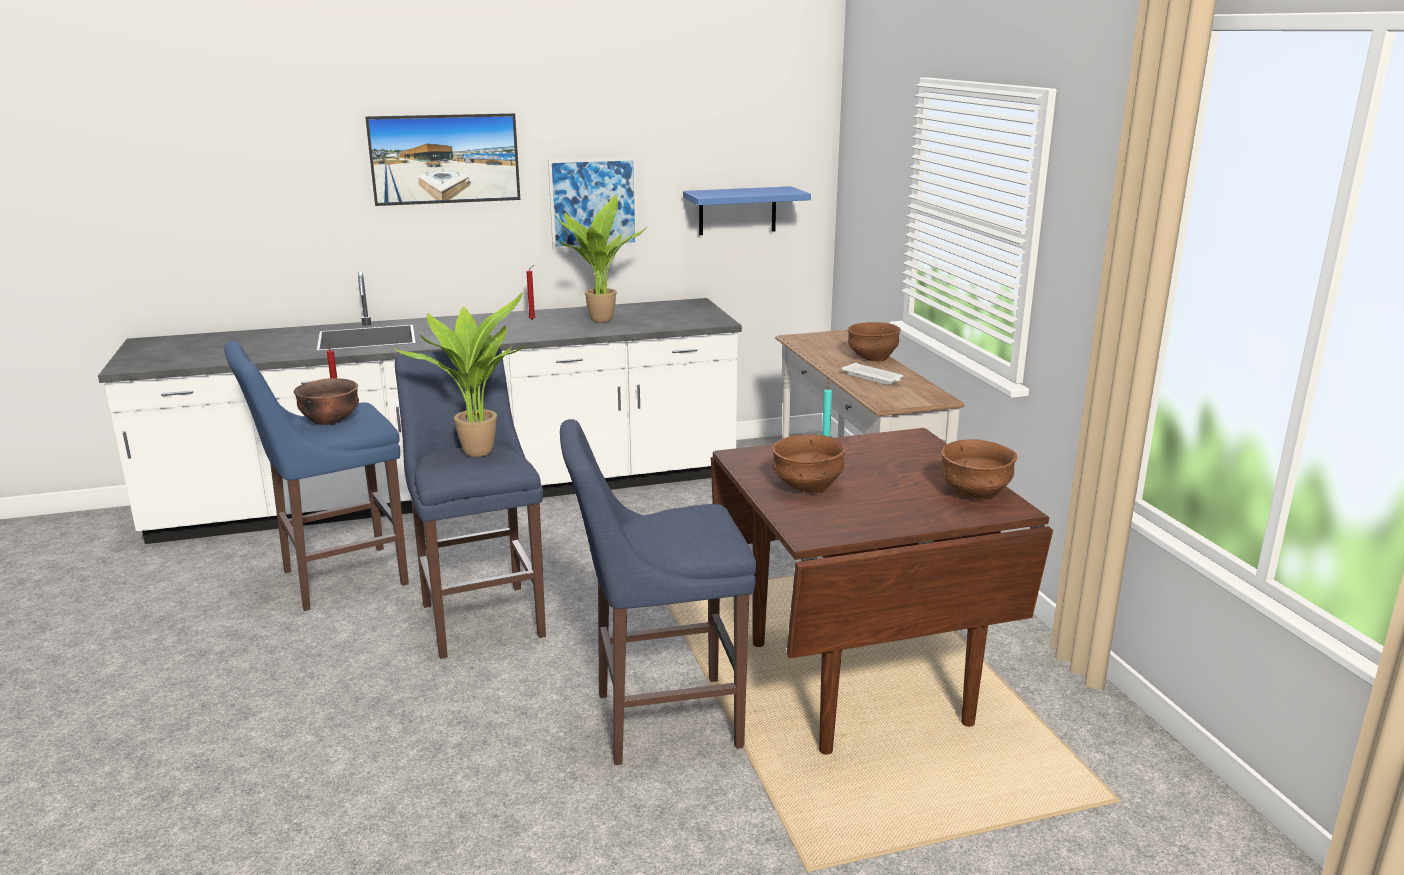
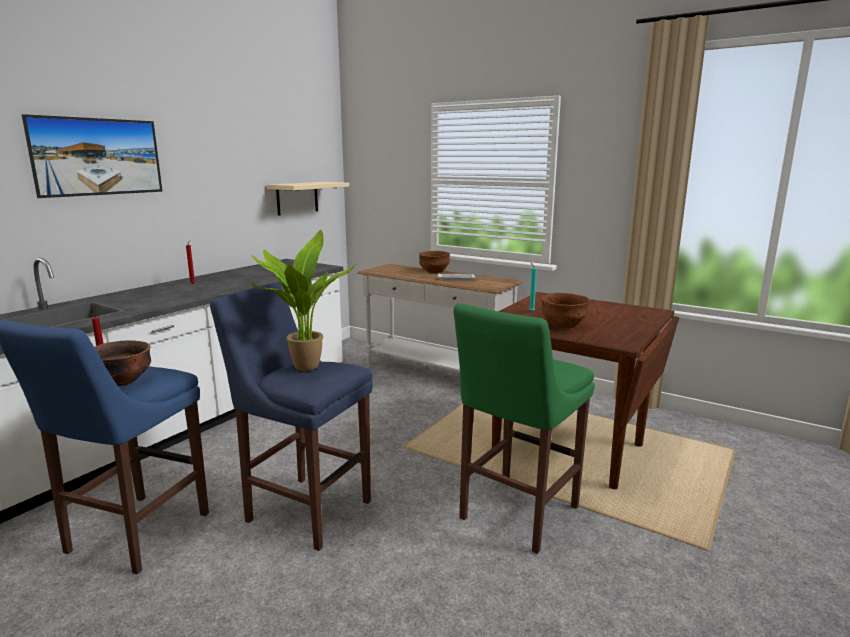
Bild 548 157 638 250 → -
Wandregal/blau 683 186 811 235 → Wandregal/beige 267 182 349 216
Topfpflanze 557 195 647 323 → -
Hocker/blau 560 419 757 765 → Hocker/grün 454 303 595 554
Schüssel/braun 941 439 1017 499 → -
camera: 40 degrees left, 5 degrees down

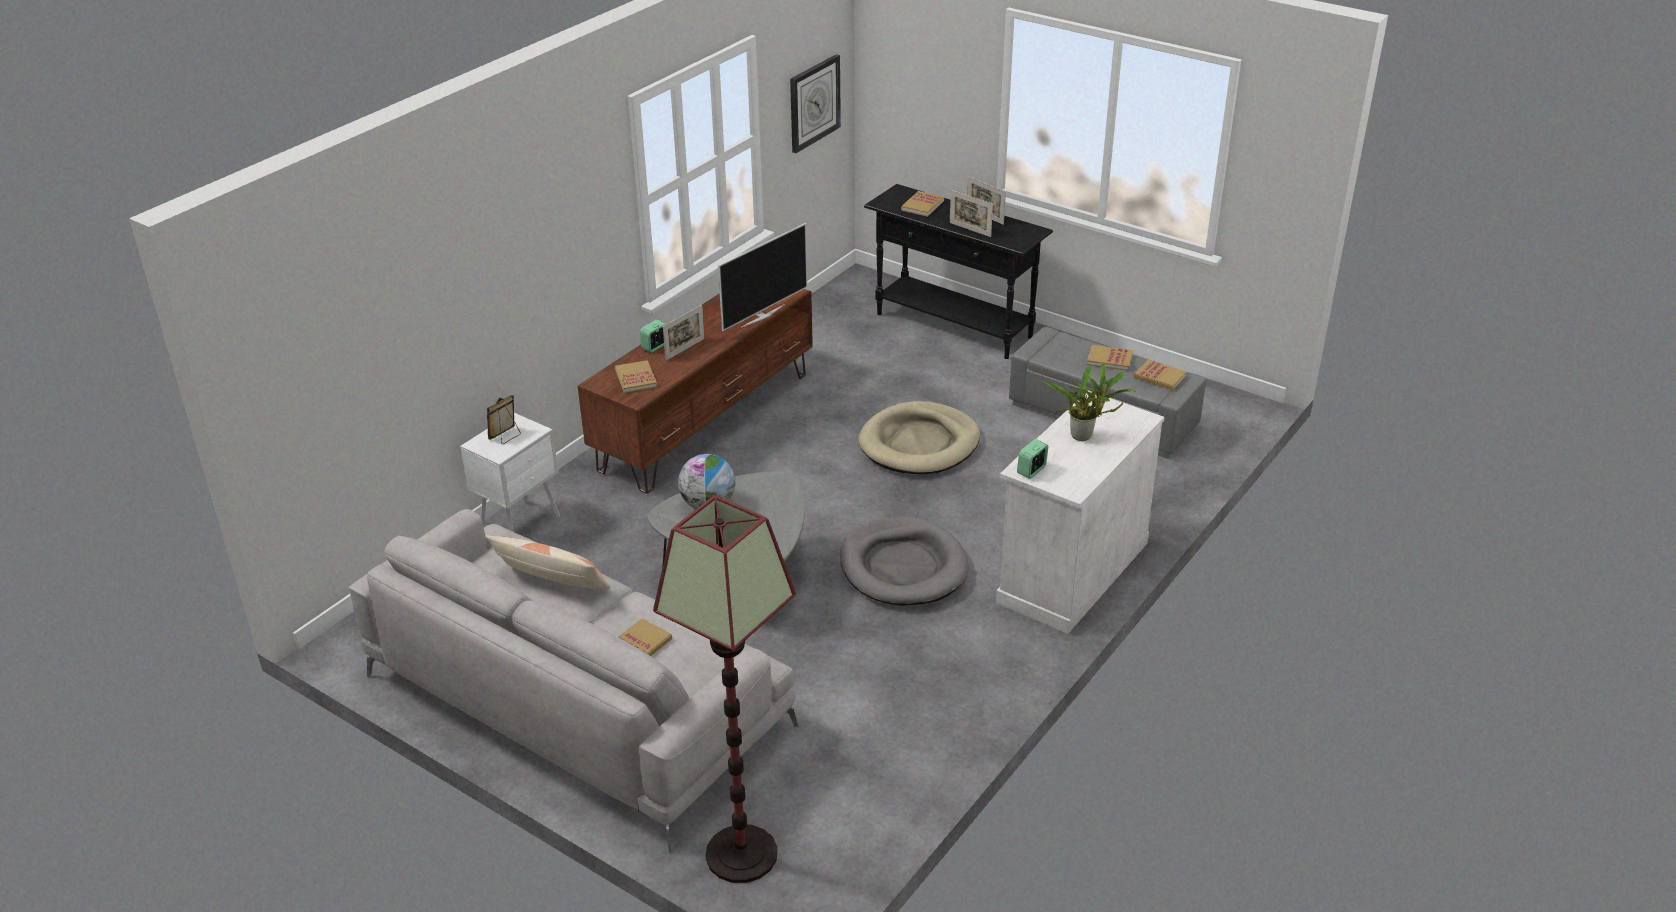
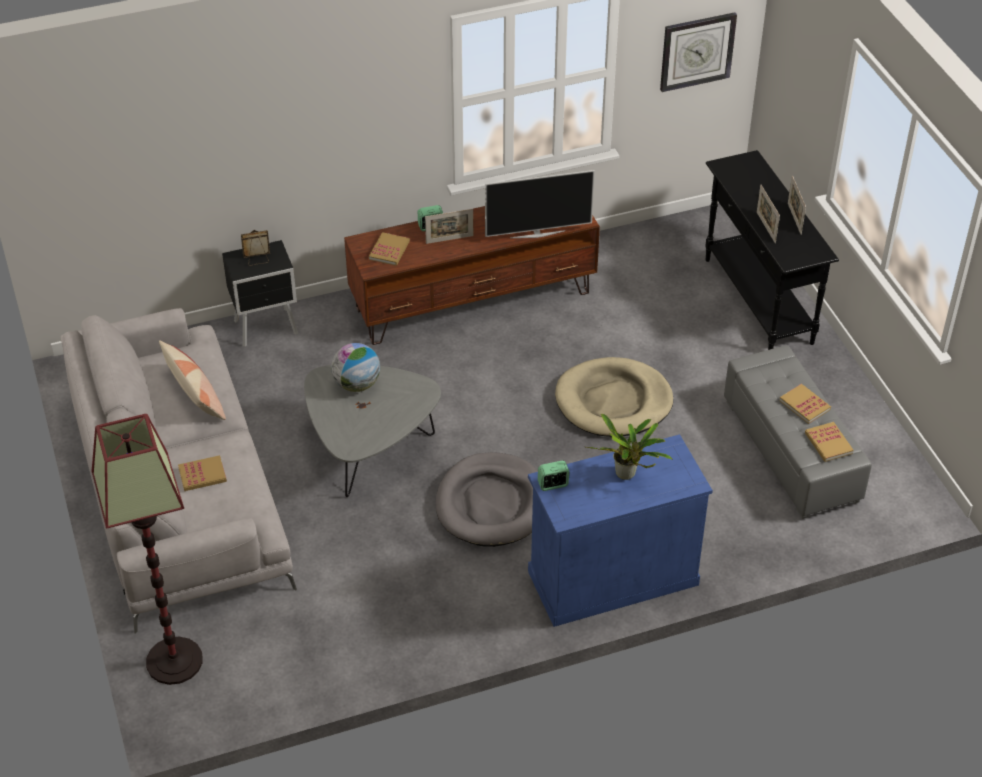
Buch 901 191 944 217 → -
Schrank/weiß 996 391 1164 634 → Schrank/blau 528 434 713 627
Nachttisch/weiß 460 413 560 532 → Nachttisch/schwarz 222 240 298 347
camera: 35 degrees right, 10 degrees up

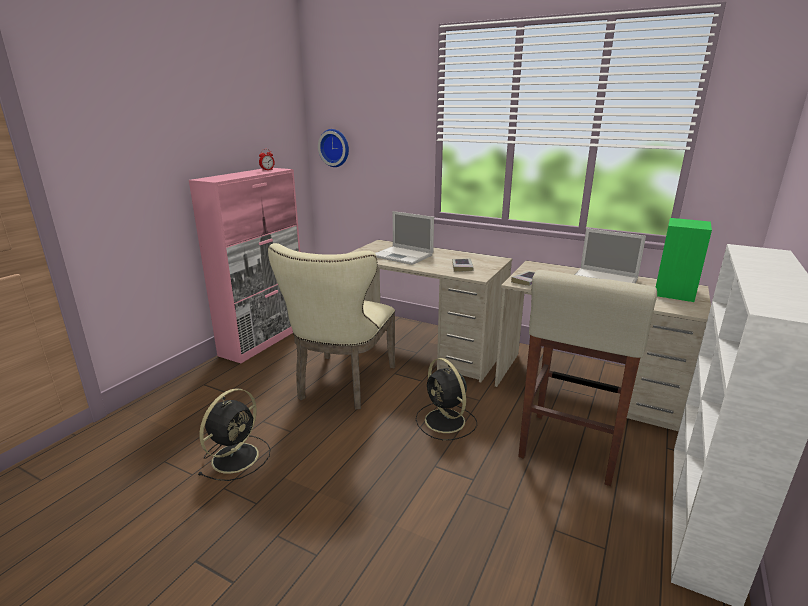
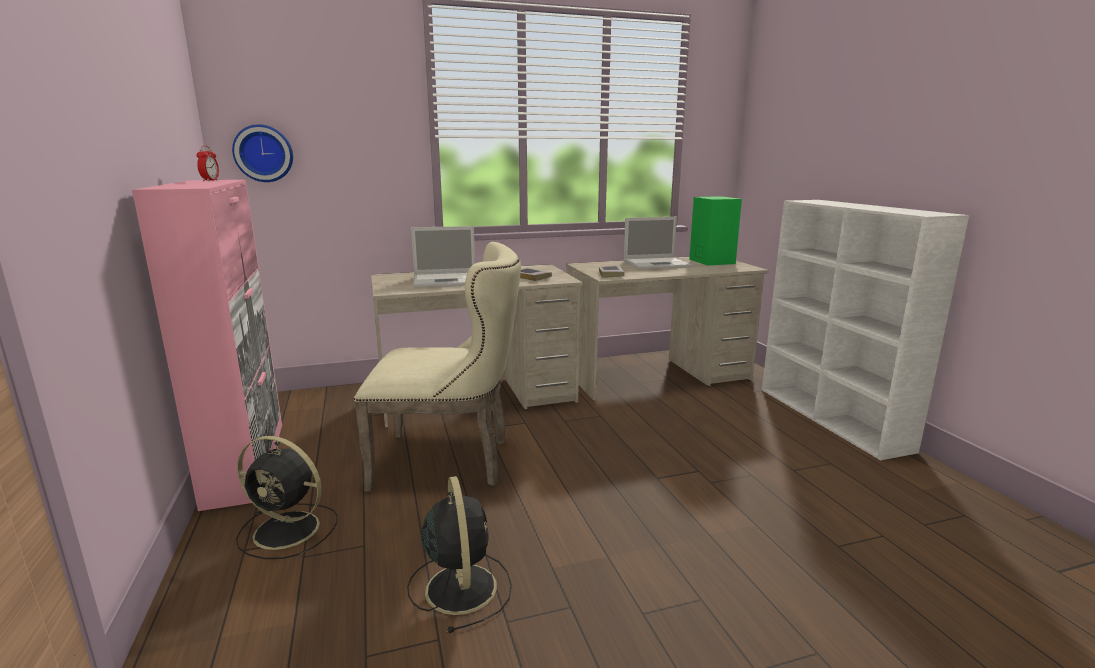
Stuhl/beige 268 243 395 410 → Stuhl/beige 354 242 521 492, 60 degrees counterclockwise
Hocker/beige 518 270 657 486 → -
Ventilator/schwarz 416 358 477 440 → Ventilator/schwarz 236 436 338 559, relocated
camera: 45 degrees left, 5 degrees down

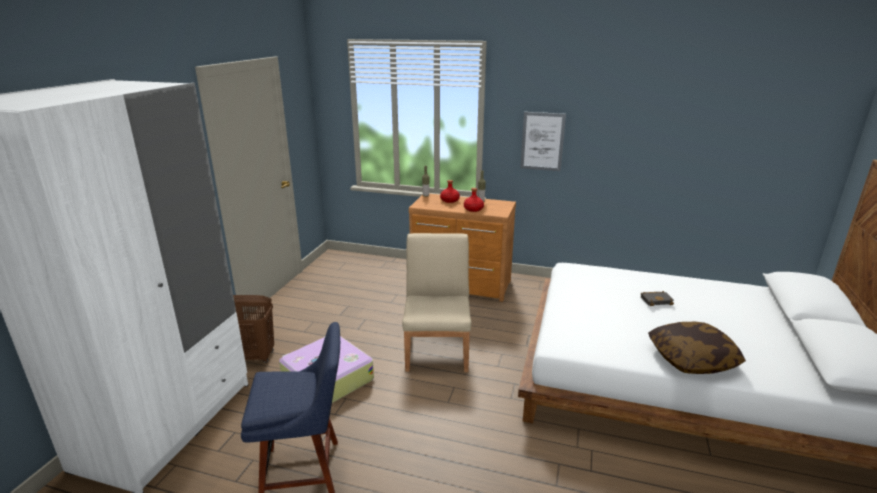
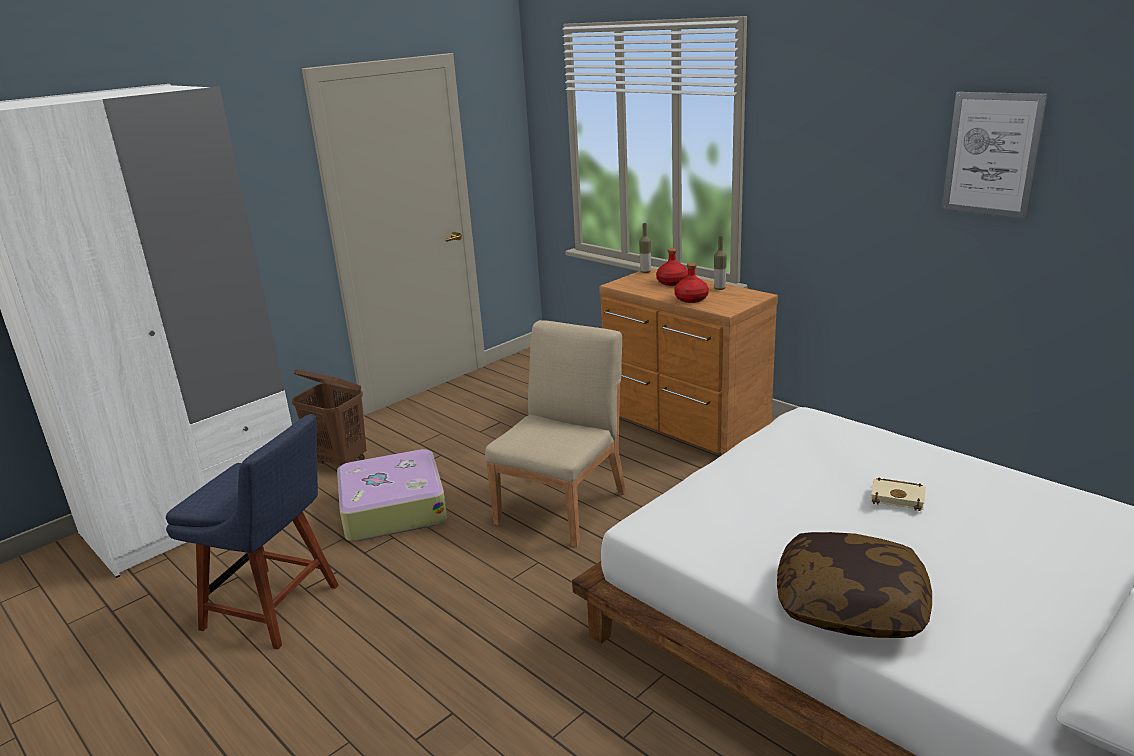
Bild 520 112 566 171 → Bild 942 92 1048 219, relocated
Buch/schwarz 641 291 674 306 → Buch/beige 870 477 926 511
camera: 30 degrees right, 0 degrees up

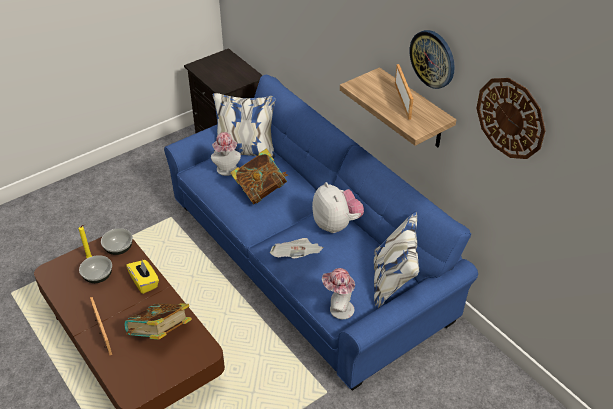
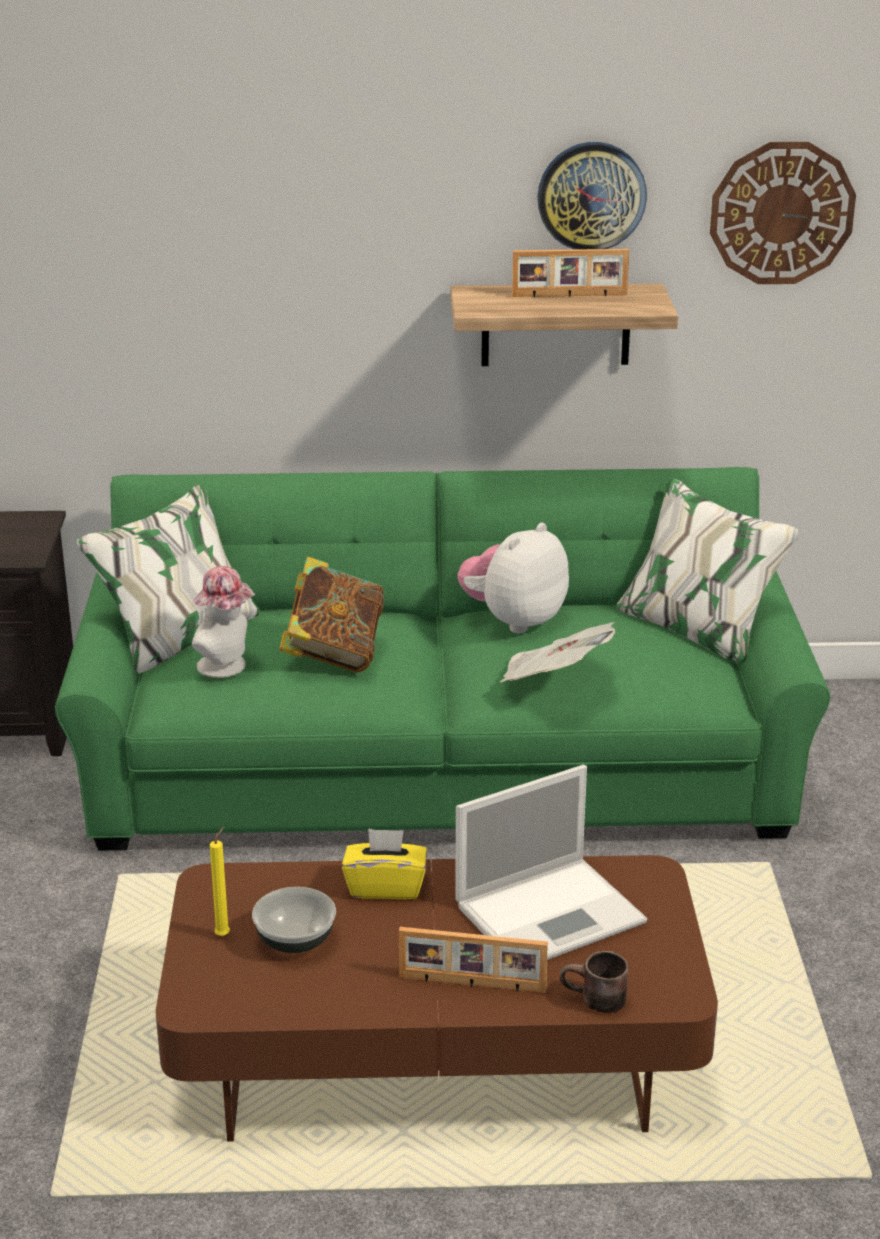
Bilderrahmen 395 64 413 120 → Bilderrahmen 512 249 629 297, 150 degrees clockwise
Sofa/blau 164 75 478 391 → Sofa/grün 55 467 830 851
Plüschtier 312 182 364 233 → Plüschtier 457 523 569 633, 60 degrees counterclockwise
Schüssel 101 228 133 255 → -
Hut 322 268 355 319 → -
Buch 125 303 192 340 → Laptop 455 765 647 960
- → Henkelbecher/braun 560 951 628 1013
camera: 55 degrees left, 15 degrees down

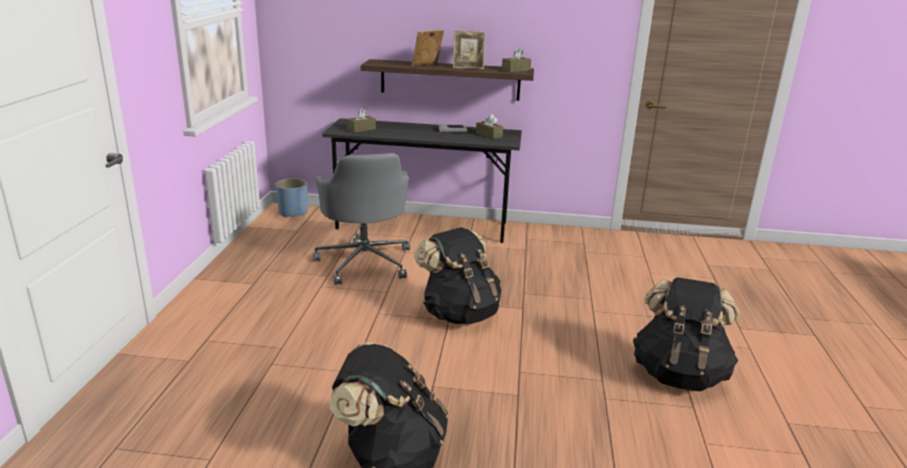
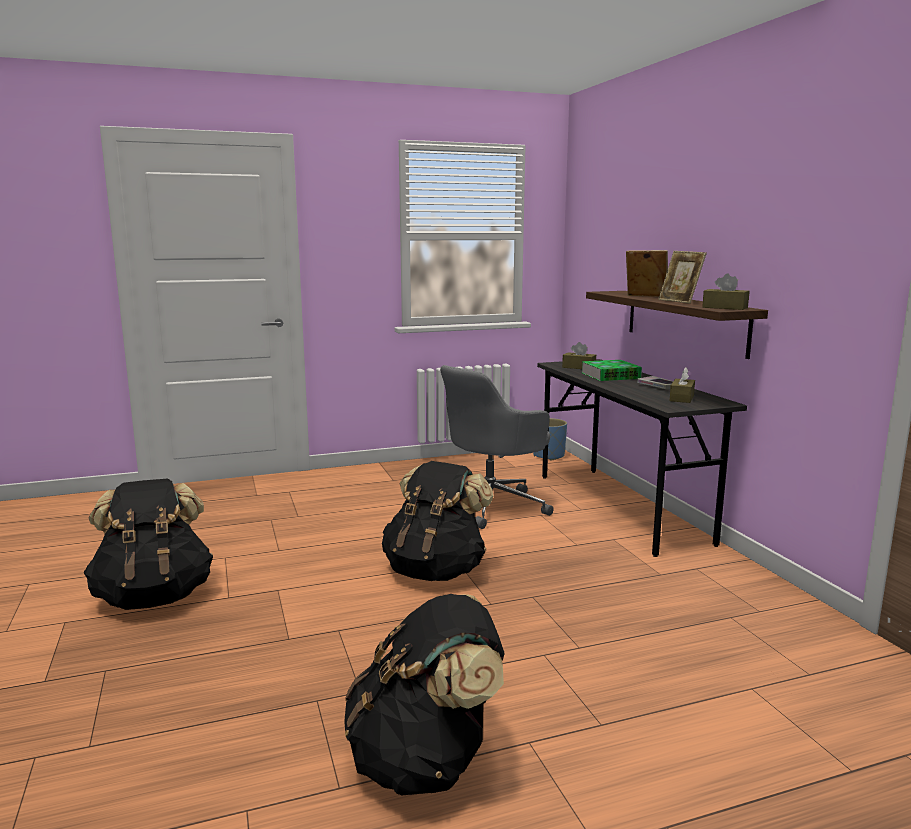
- → Buch 581 360 642 381
camera: 65 degrees right, 10 degrees down

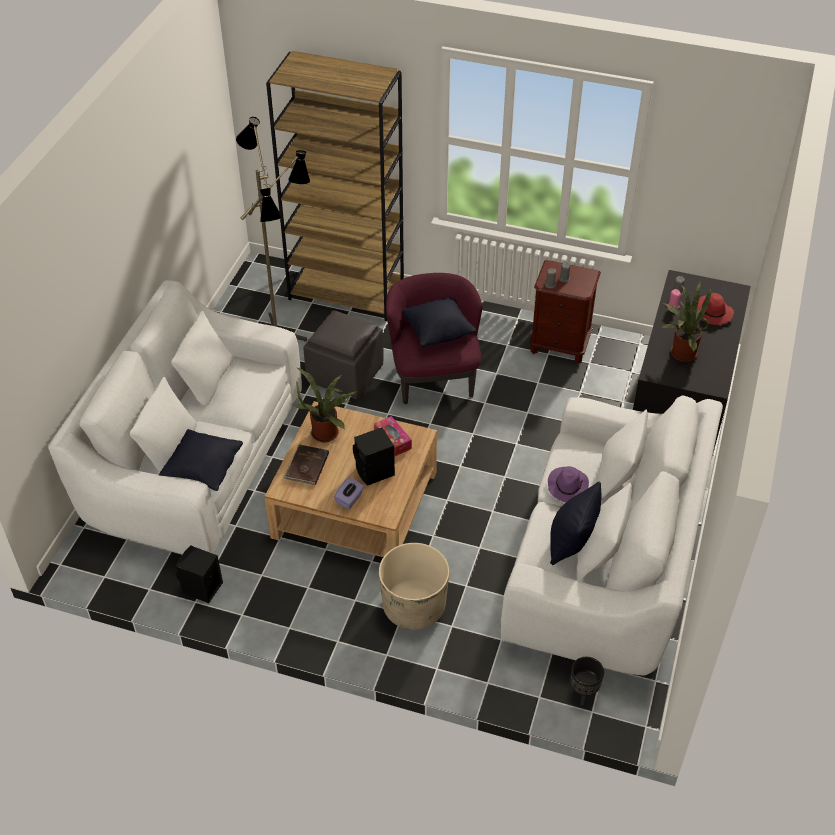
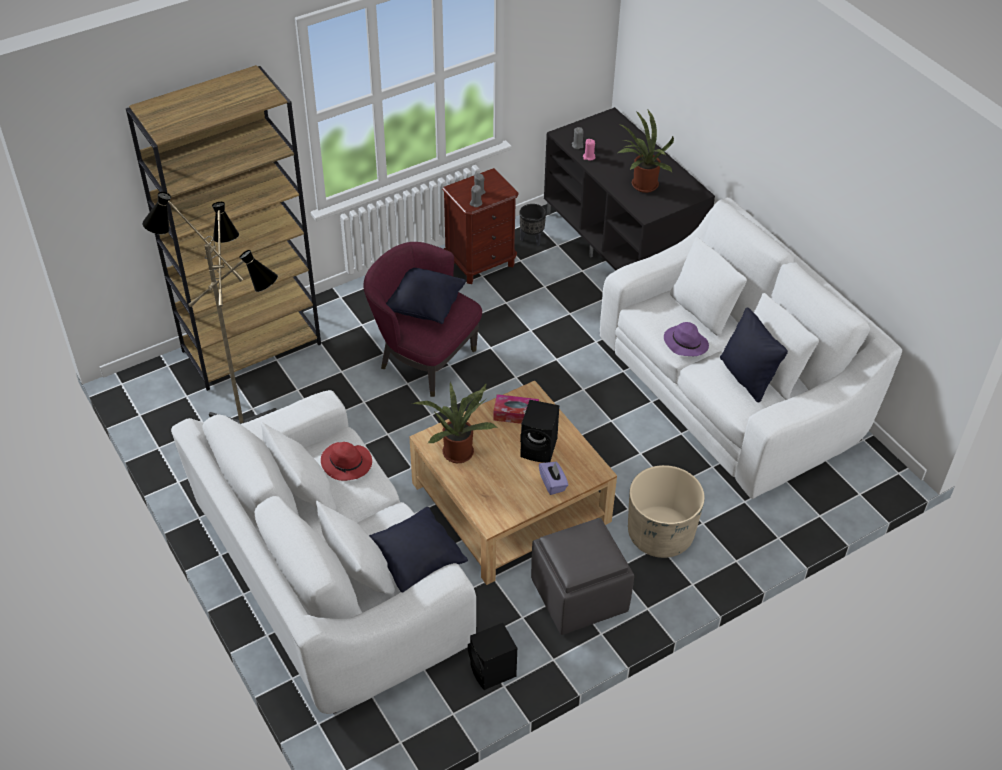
Hut/rot 696 293 734 325 → Hut/rot 321 442 372 481, relocated
Polsterhocker/grau 304 310 383 399 → Polsterhocker/grau 531 518 634 635, relocated
Buch/braun 283 444 329 485 → -
Pflanzkübel/schwarz 570 657 604 706 → Pflanzkübel/schwarz 520 204 546 246, relocated
camera: 50 degrees left, 0 degrees up

